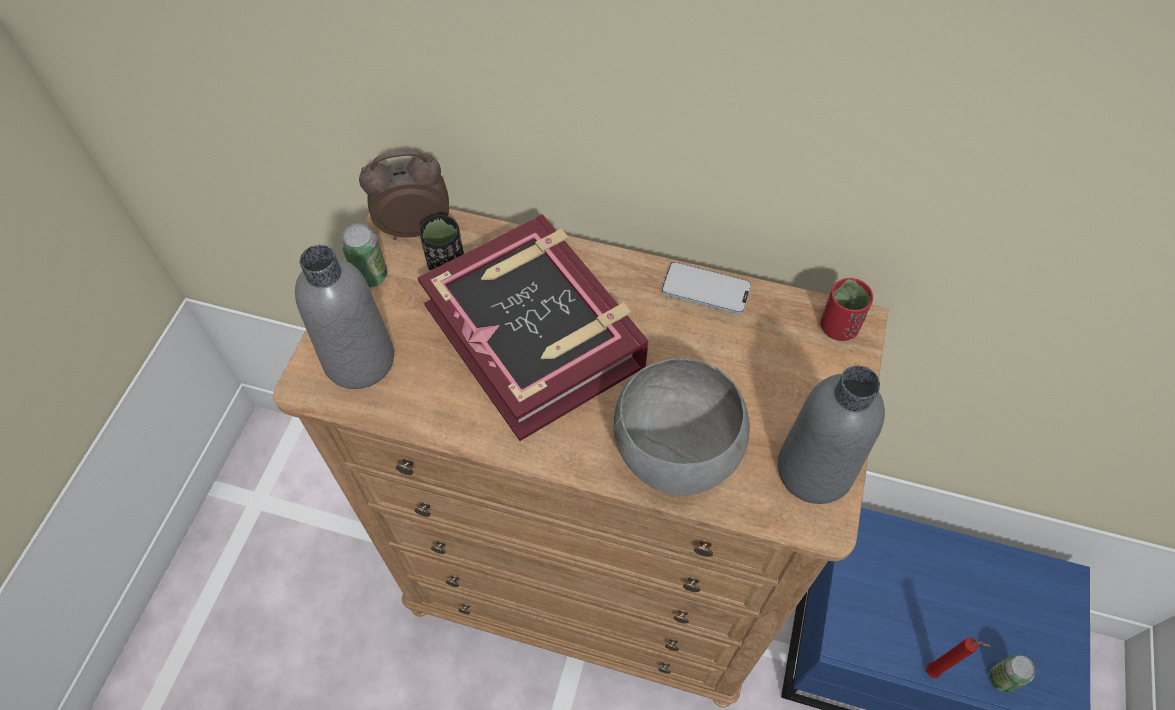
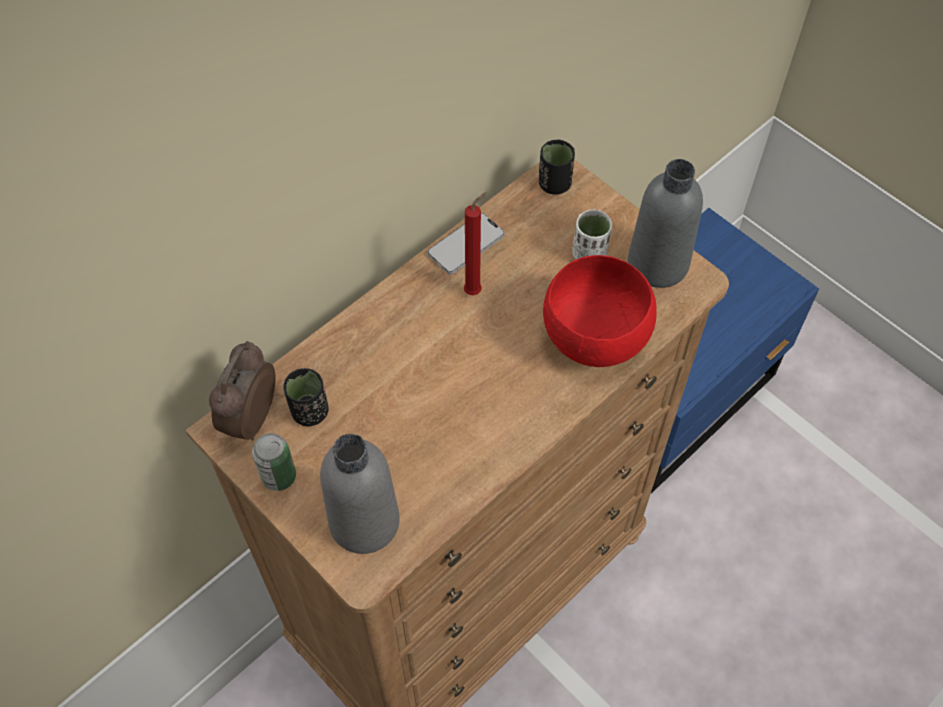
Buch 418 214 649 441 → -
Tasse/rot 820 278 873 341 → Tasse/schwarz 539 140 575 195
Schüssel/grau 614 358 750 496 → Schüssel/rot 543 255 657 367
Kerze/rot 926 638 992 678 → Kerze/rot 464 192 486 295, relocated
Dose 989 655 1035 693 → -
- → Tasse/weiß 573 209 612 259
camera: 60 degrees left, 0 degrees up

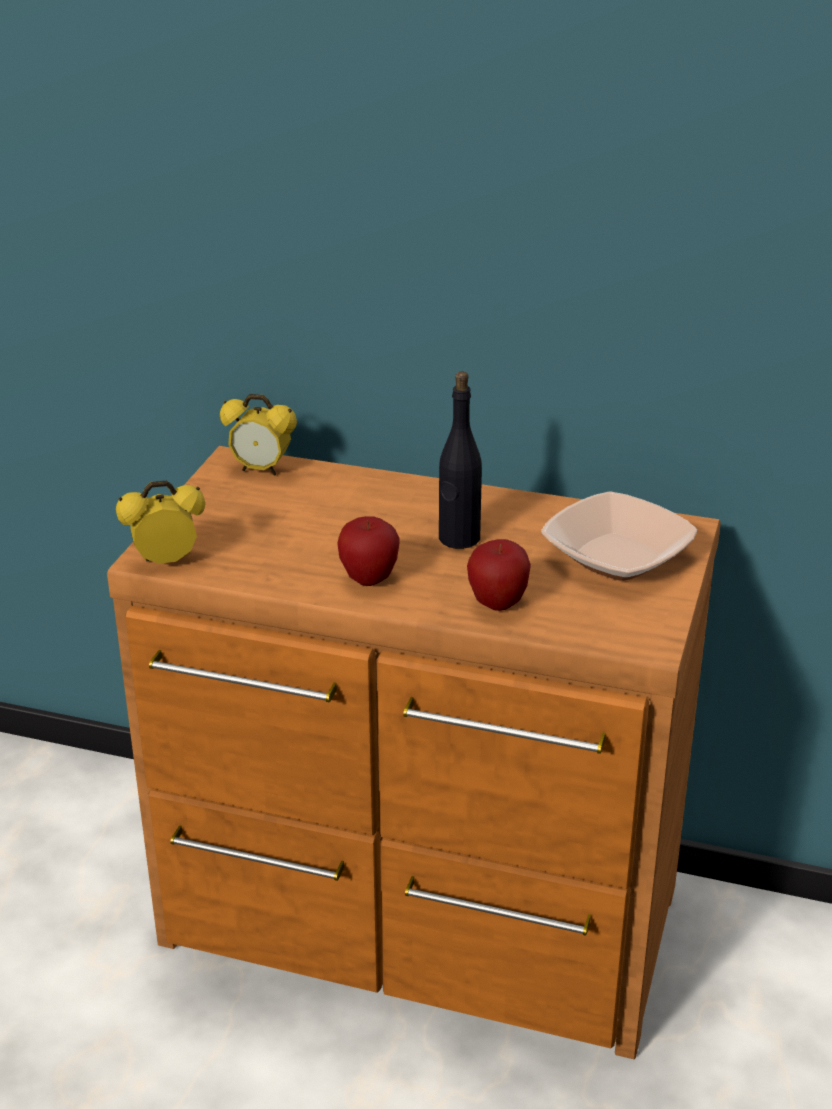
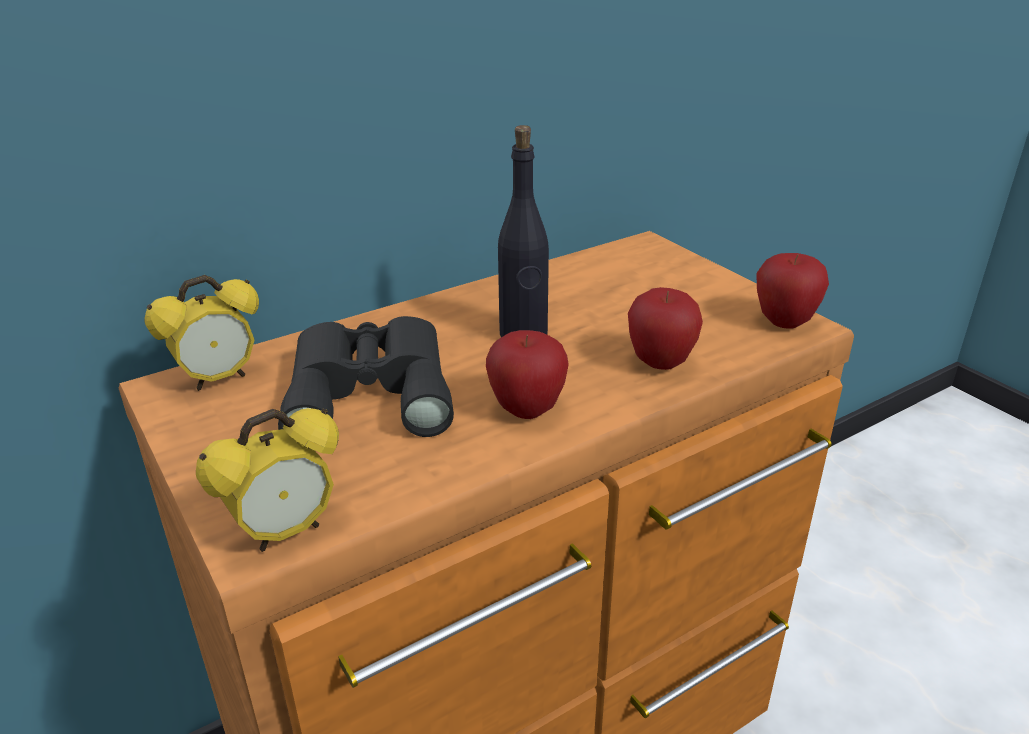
Wecker 116 481 205 564 → Wecker 196 408 339 552, 150 degrees counterclockwise
Schüssel 541 491 697 581 → -
- → Apfel 756 253 829 329
- → Fernglas/schwarz 278 316 454 437
camera: 50 degrees left, 0 degrees up

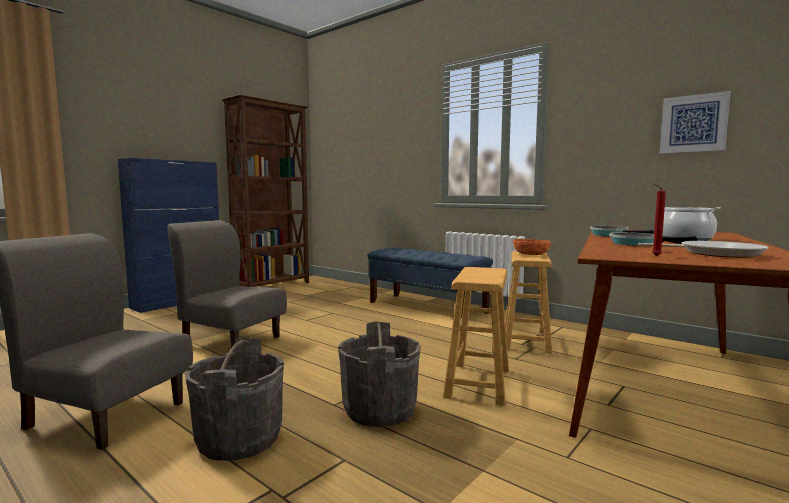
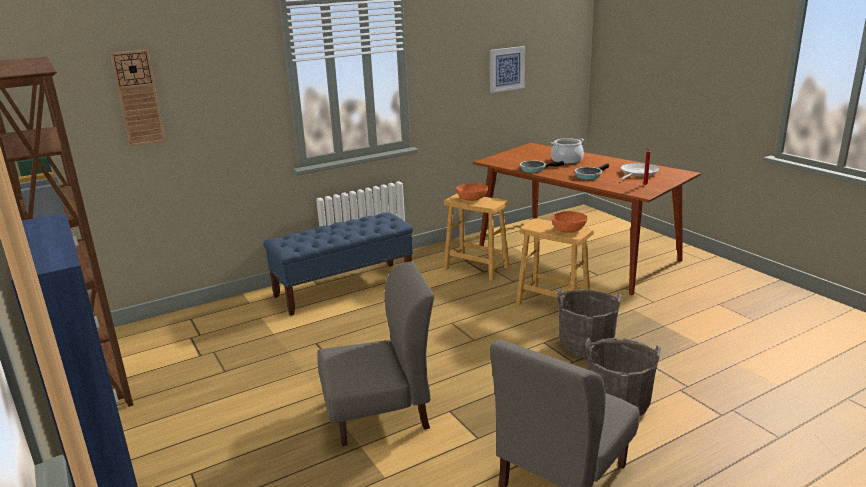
Stuhl/grau 167 220 287 348 → Stuhl/grau 317 261 434 446, 150 degrees counterclockwise
- → Wanduhr 110 50 165 146
- → Schüssel/orange 551 211 588 233
camera: 70 degrees left, 15 degrees up

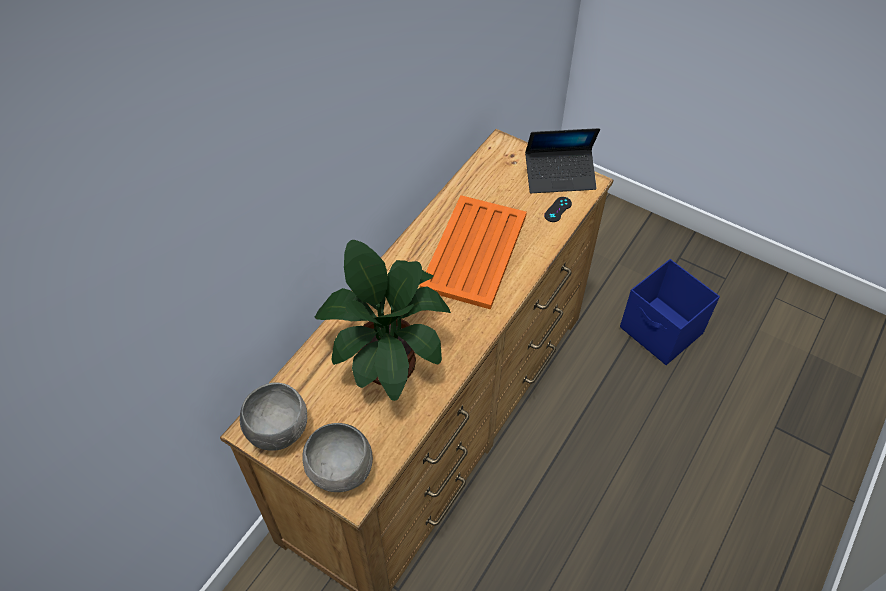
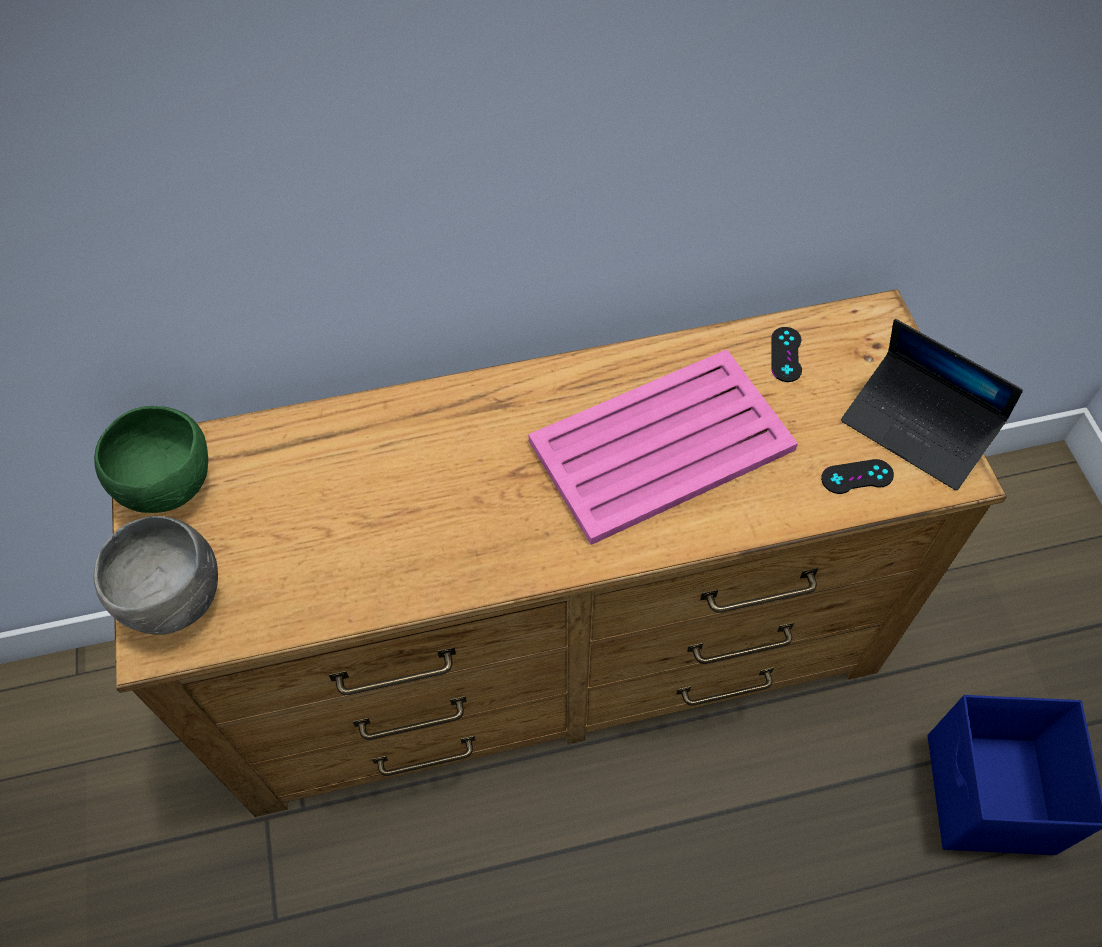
Tablett/orange 420 195 527 310 → Tablett/rosa 528 349 798 545
Topfpflanze 314 240 451 401 → -
Schüssel/grau 240 382 307 451 → Schüssel/grün 94 406 208 513
- → Gamepad/schwarz 772 327 802 382
camera: 45 degrees right, 5 degrees up

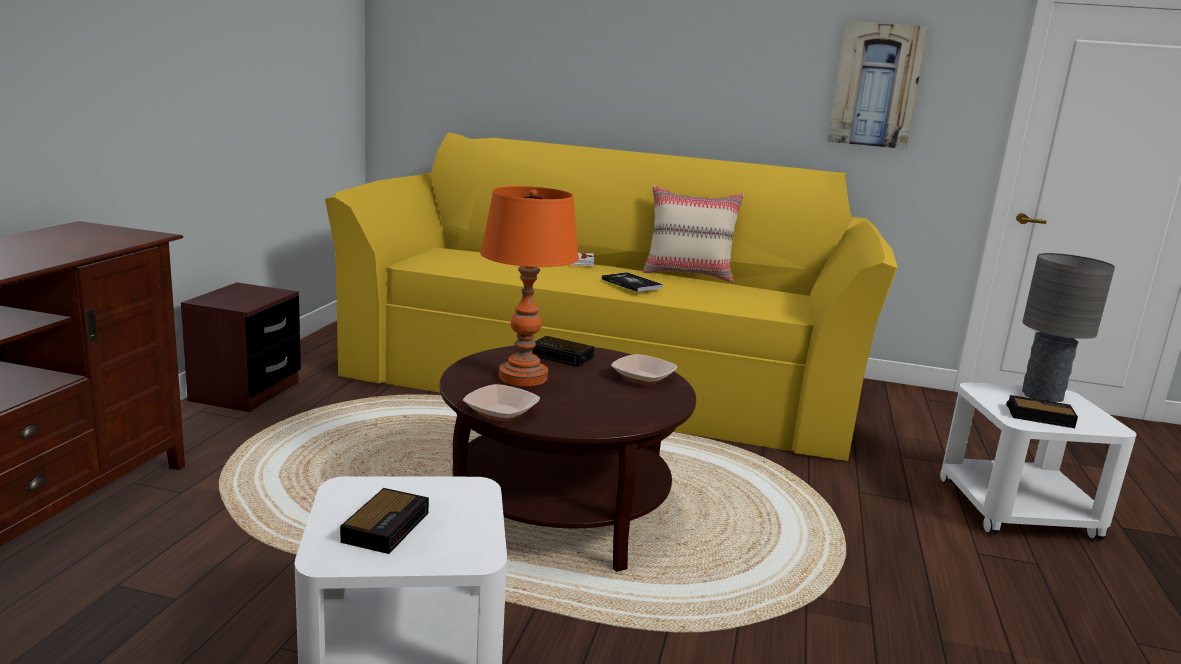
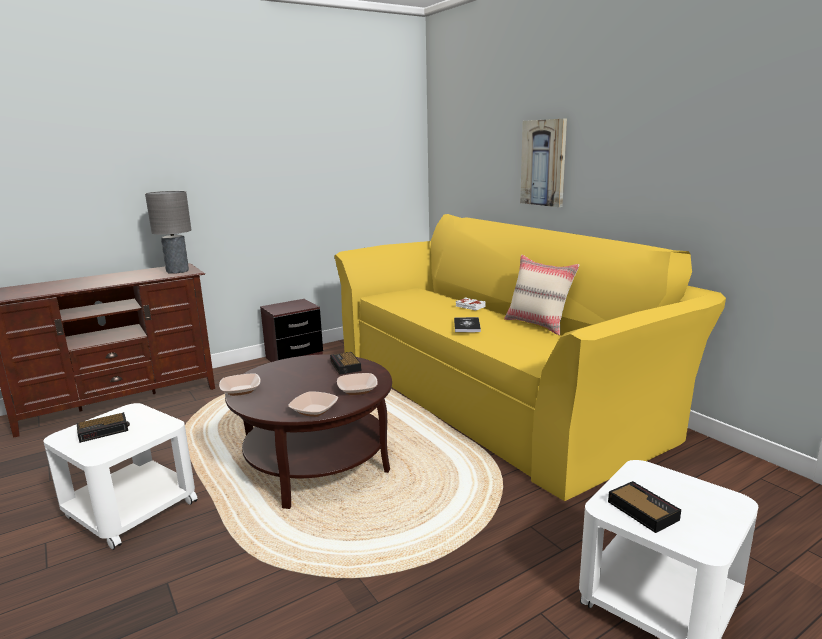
Bild 827 21 928 149 → Bild 520 119 567 207, relocated
Tischlampe/orange 480 186 579 386 → -
Tischlampe/grau 1022 253 1115 402 → Tischlampe/grau 145 191 191 274, relocated
- → Schüssel 288 391 338 417
camera: 45 degrees right, 0 degrees up

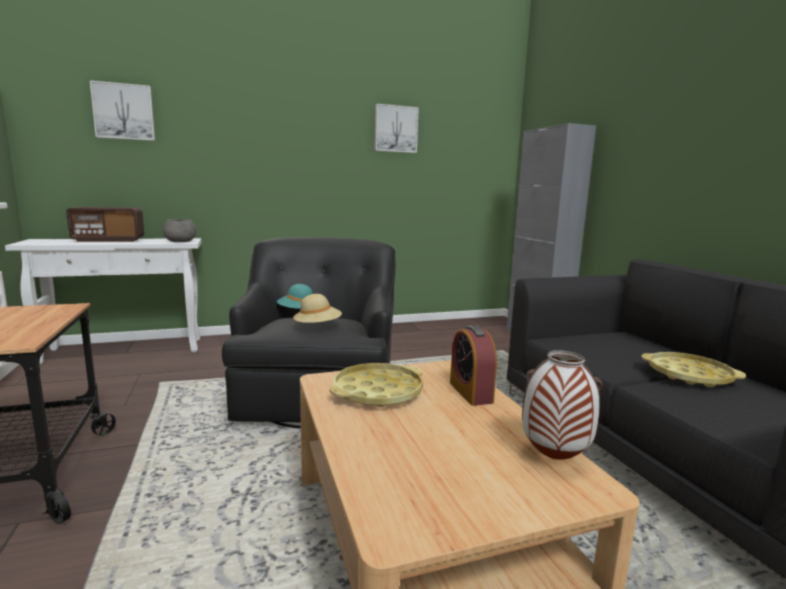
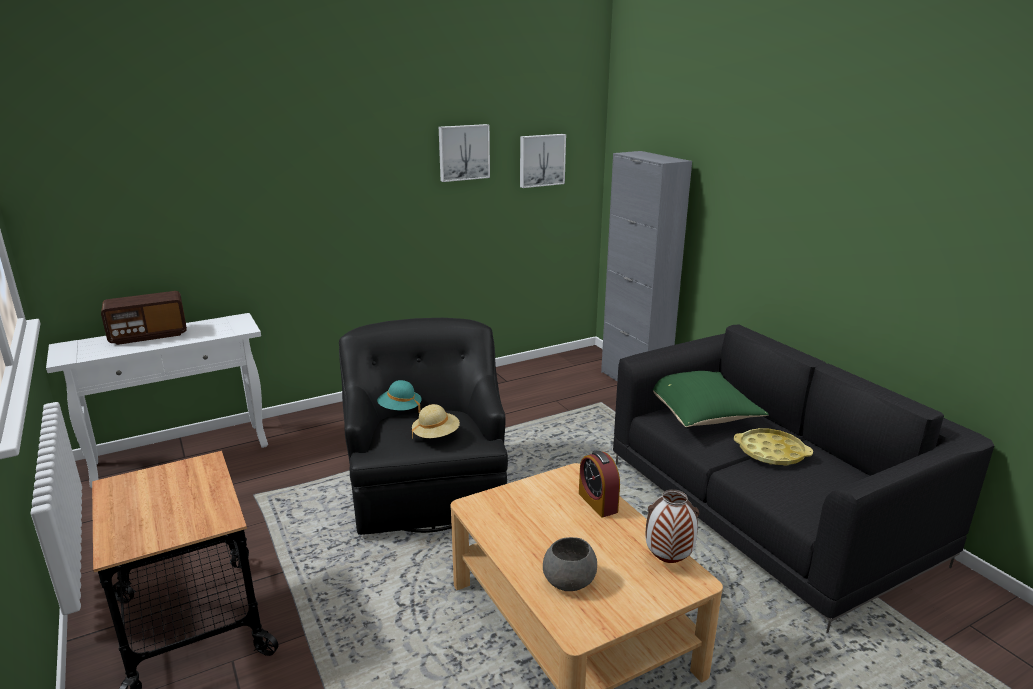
Bild 90 80 155 141 → Bild 520 134 566 188, relocated
Schüssel/grau 163 219 196 242 → Schüssel/grau 543 537 597 591, relocated
Tablett/gelb 329 363 423 407 → -
- → Kissen/grün 653 371 769 427
camera: 10 degrees left, 10 degrees up

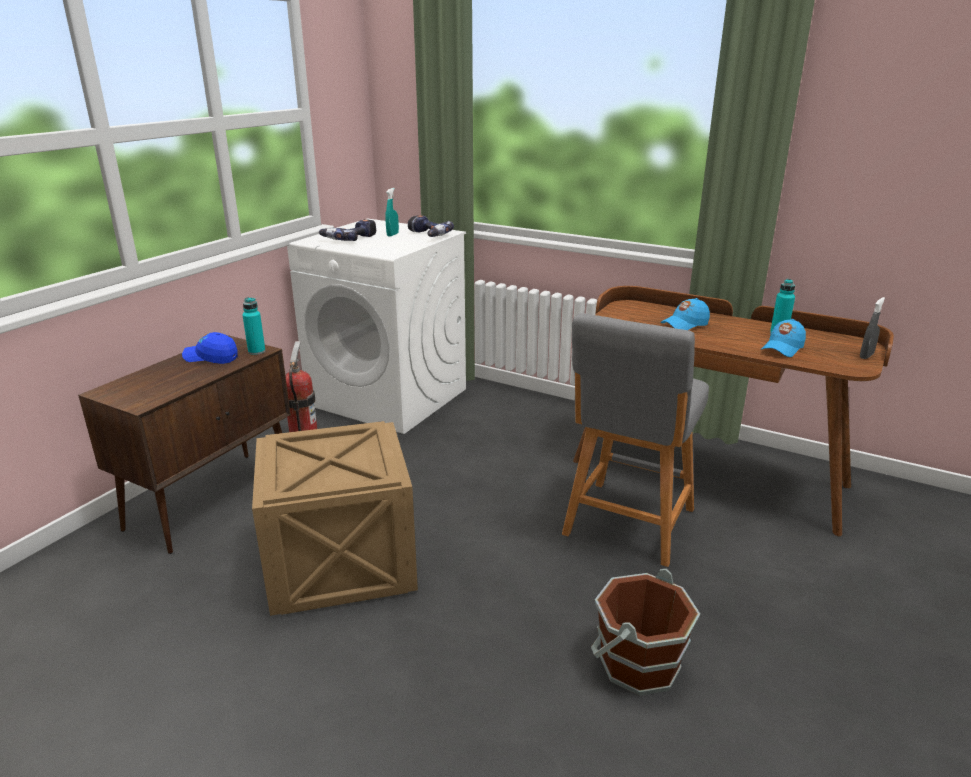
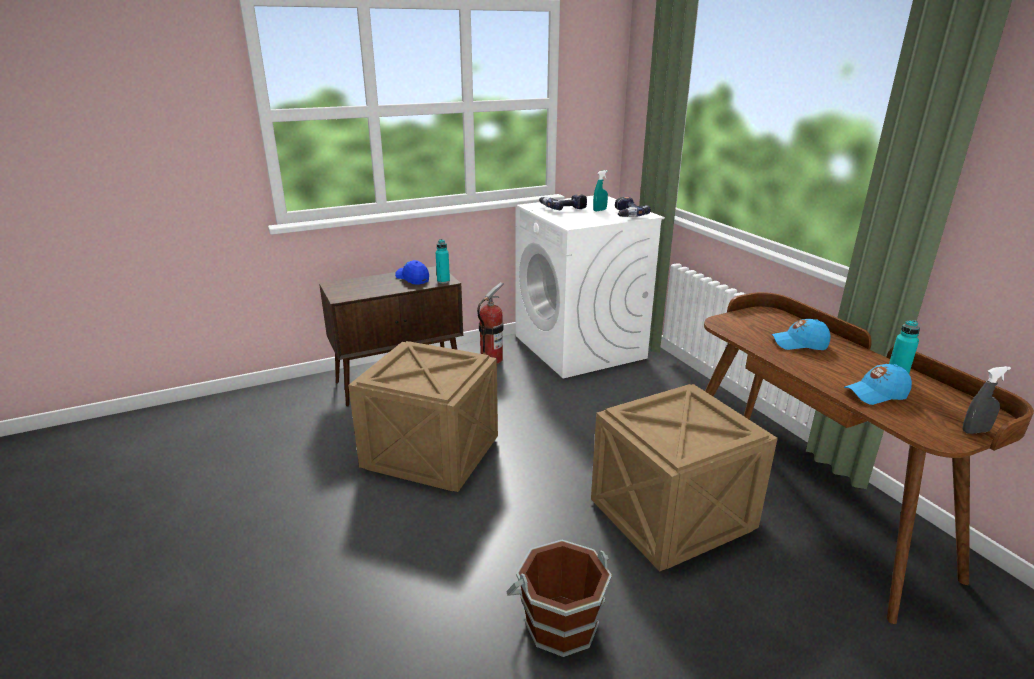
Hocker/grau 562 313 709 567 → Kiste 591 384 778 572
camera: 35 degrees right, 0 degrees up

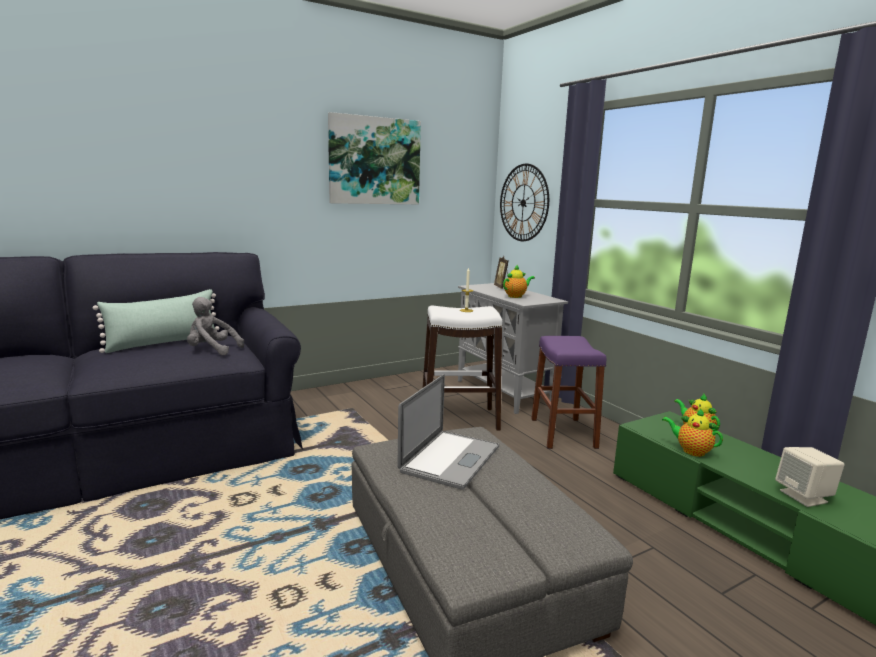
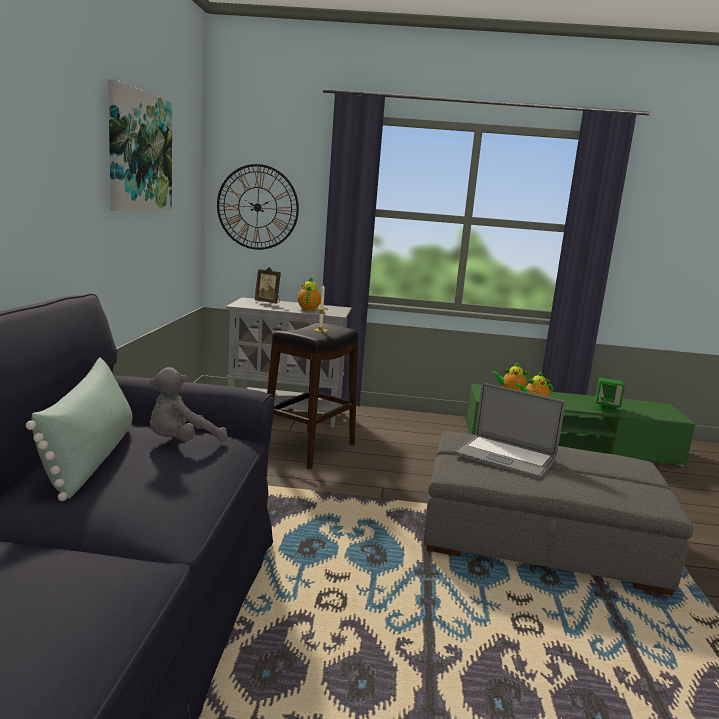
Hocker/weiß 422 305 502 431 → Hocker/schwarz 267 323 359 469
Hocker/lila 531 336 606 449 → -
Laptop 397 374 499 489 → Laptop 454 383 566 479, 150 degrees clockwise
Lautsprecher/beige 775 447 844 507 → Lautsprecher/grün 596 378 625 413
camera: 55 degrees left, 0 degrees up

